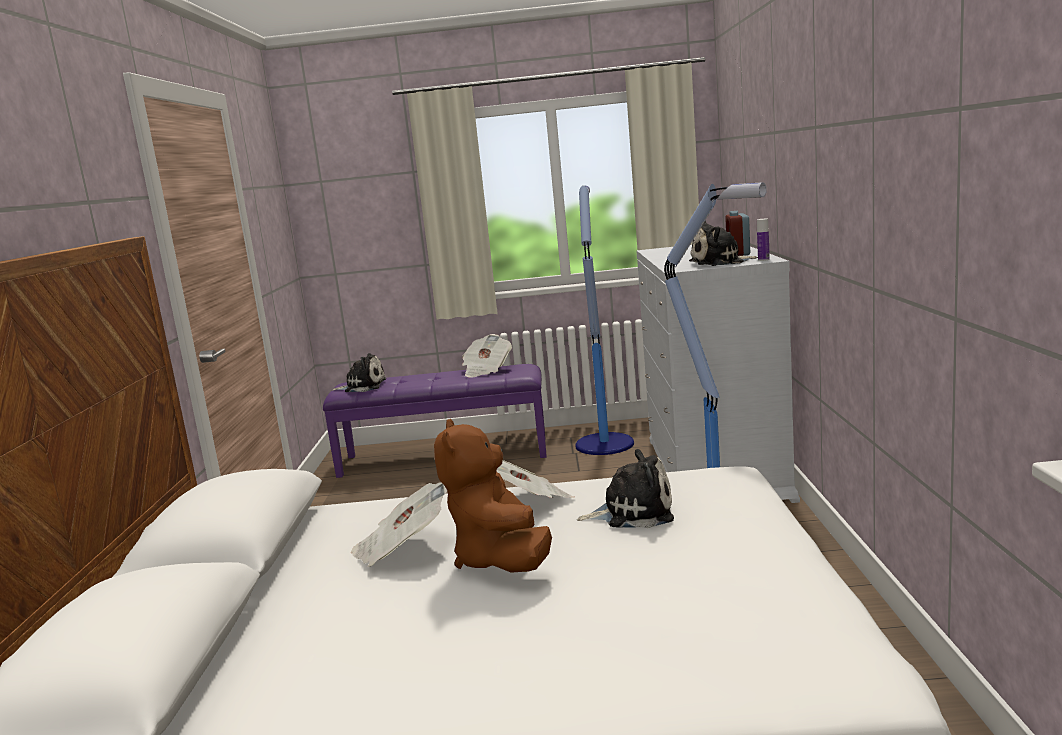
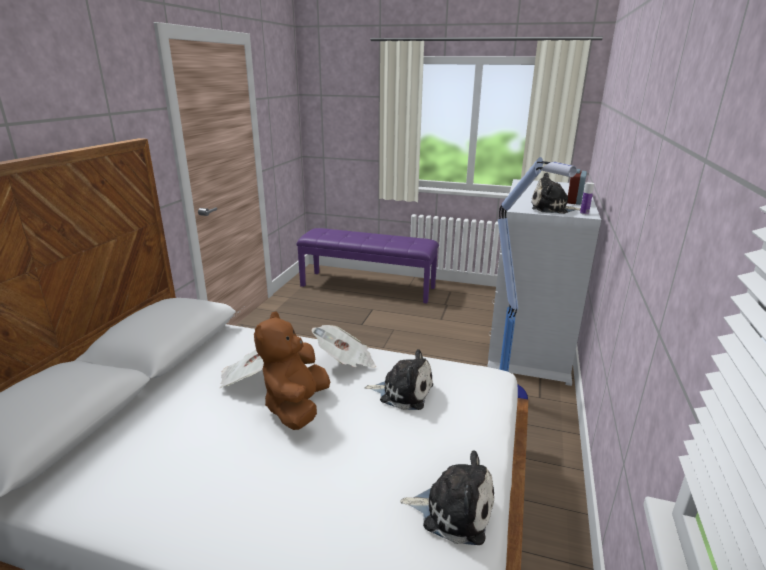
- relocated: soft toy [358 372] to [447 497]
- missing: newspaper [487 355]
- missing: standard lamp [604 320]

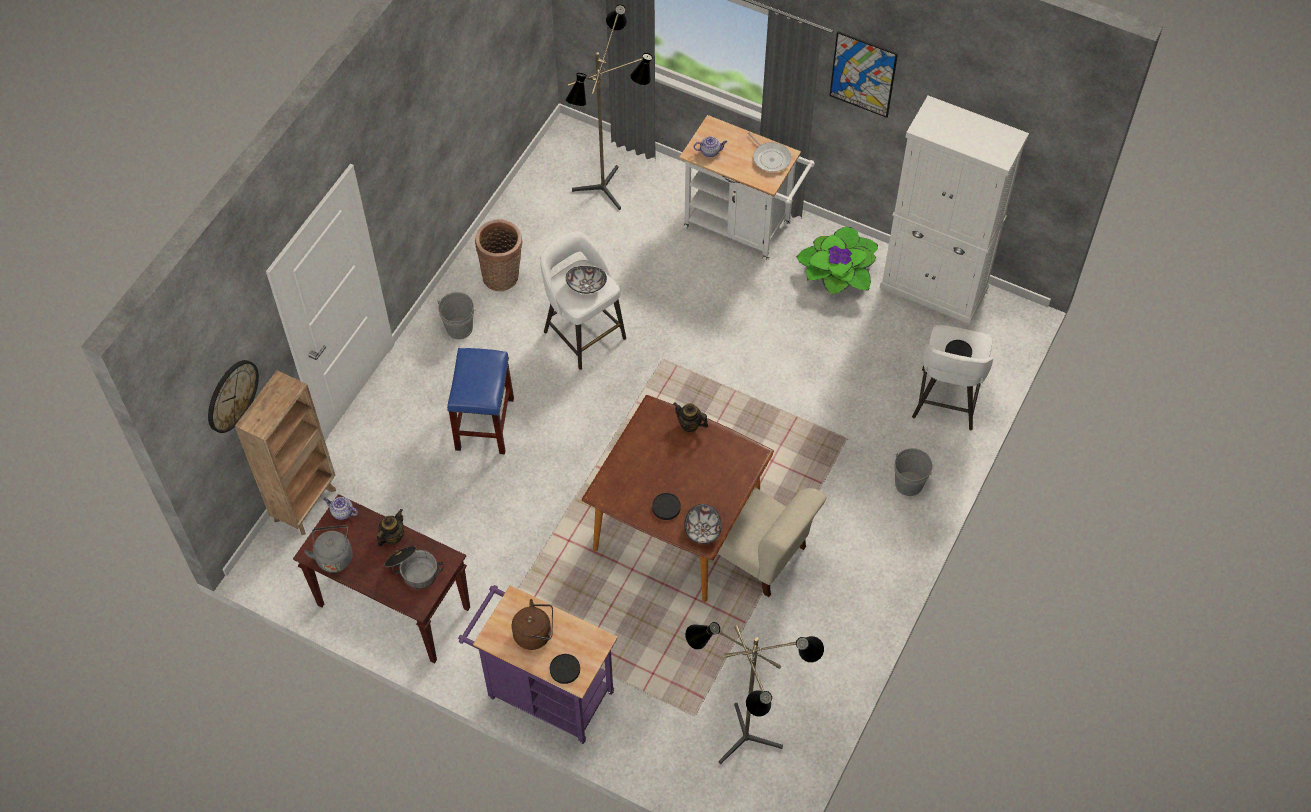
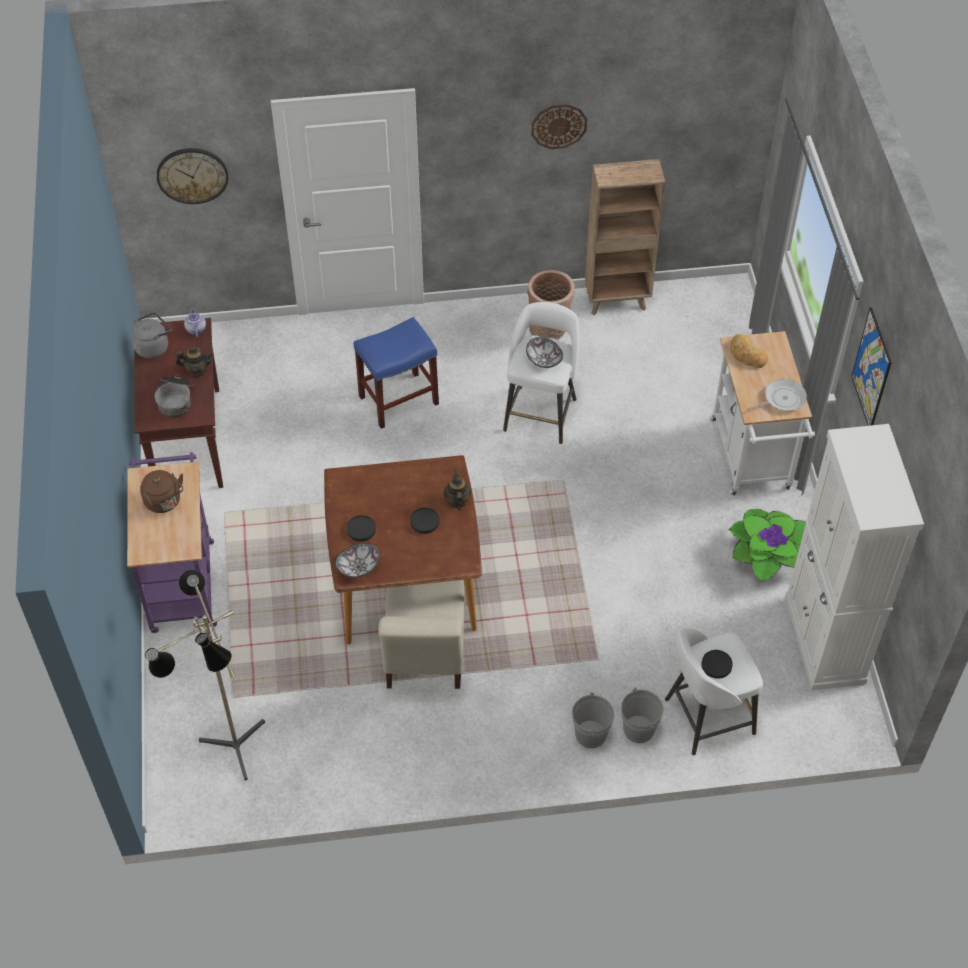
- relocated: black dinner plate [565 669] to [424 521]
- appeared: wall clock [559 126]
- relocated: brown-coloured bookshelf [285 452] to [625 237]
- relocated: greyish water bucket [456 315] to [642 715]
- exchanged: teapot [710 146] to baked bread [749 351]
- spun: pan [769 152] = [777 395] 135 degrees counterclockwise
- missing: standard lamp [609 107]

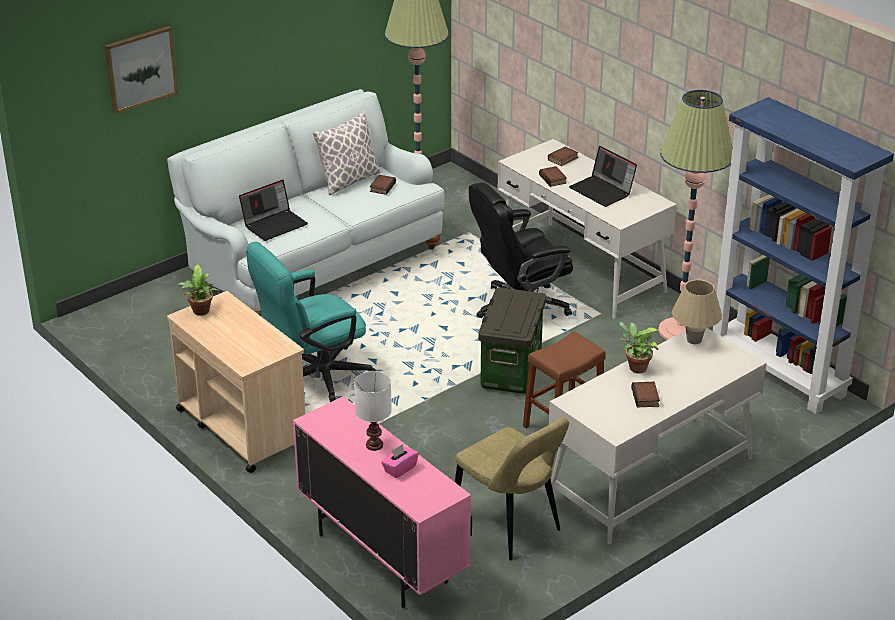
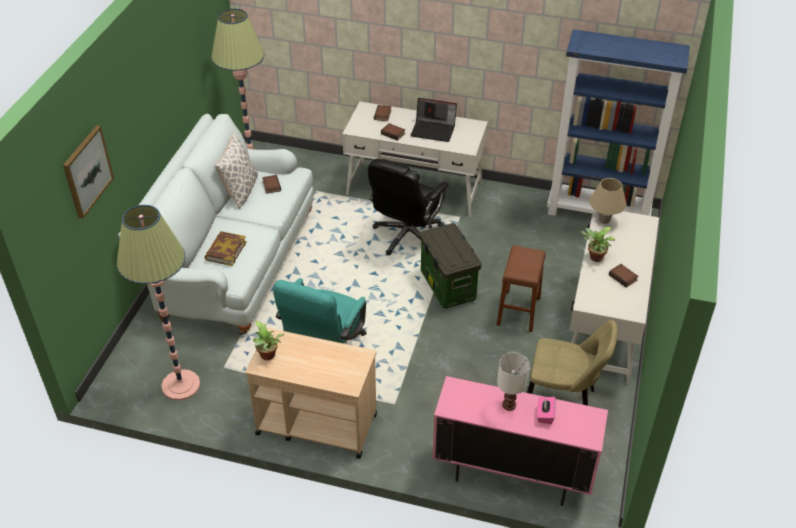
- relocated: standard lamp [695 215] to [158 302]
- exchanged: portable computer [273 210] to volume [225 248]

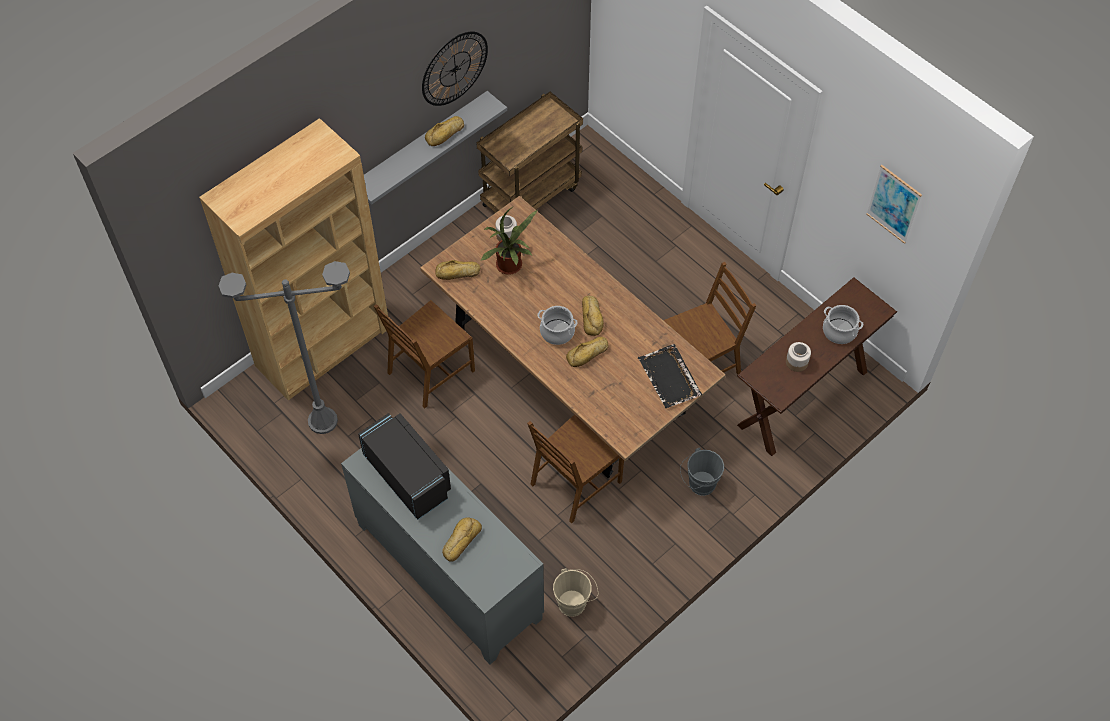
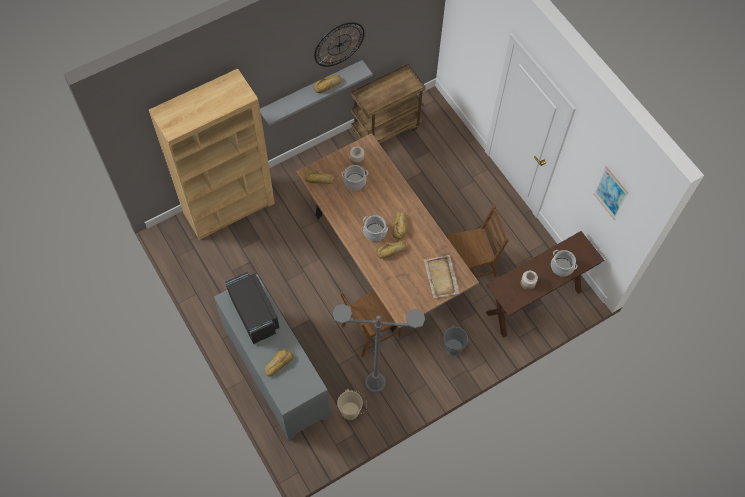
- relocated: greyish standard lamp [284 347] to [379 348]
- exchanged: houseplant [509 240] to cooking pot [354 177]
- colour: black serving tray [670 376] to sand-coloured serving tray [442 276]
- missing: brown-coloured plain chair [424 354]

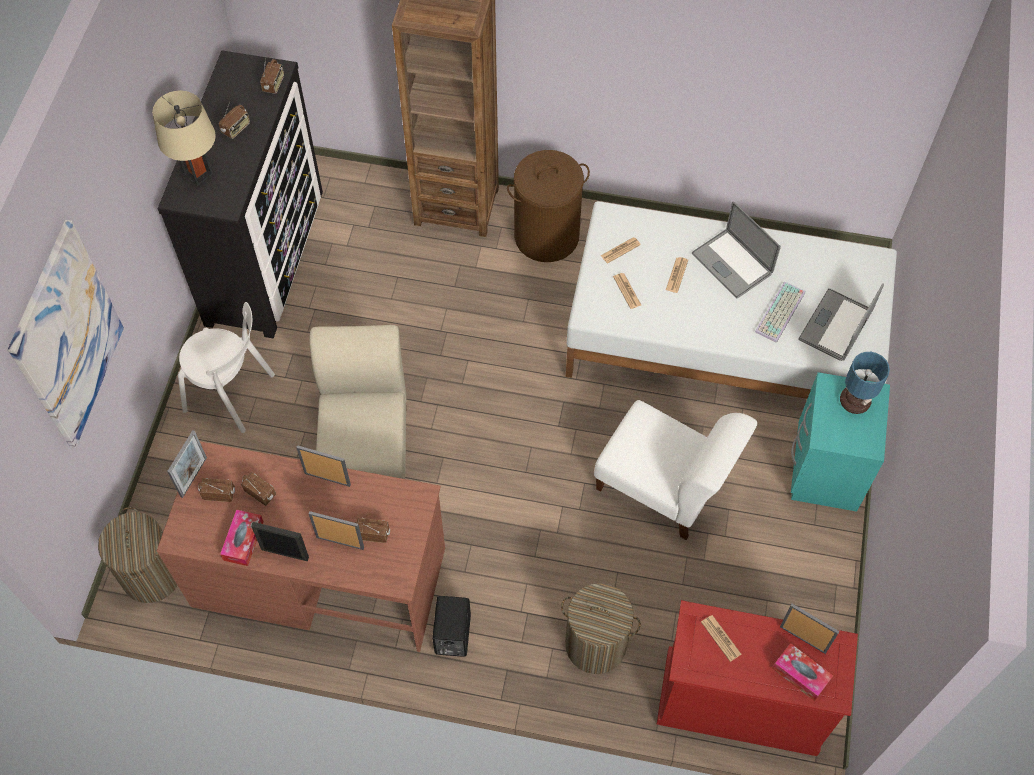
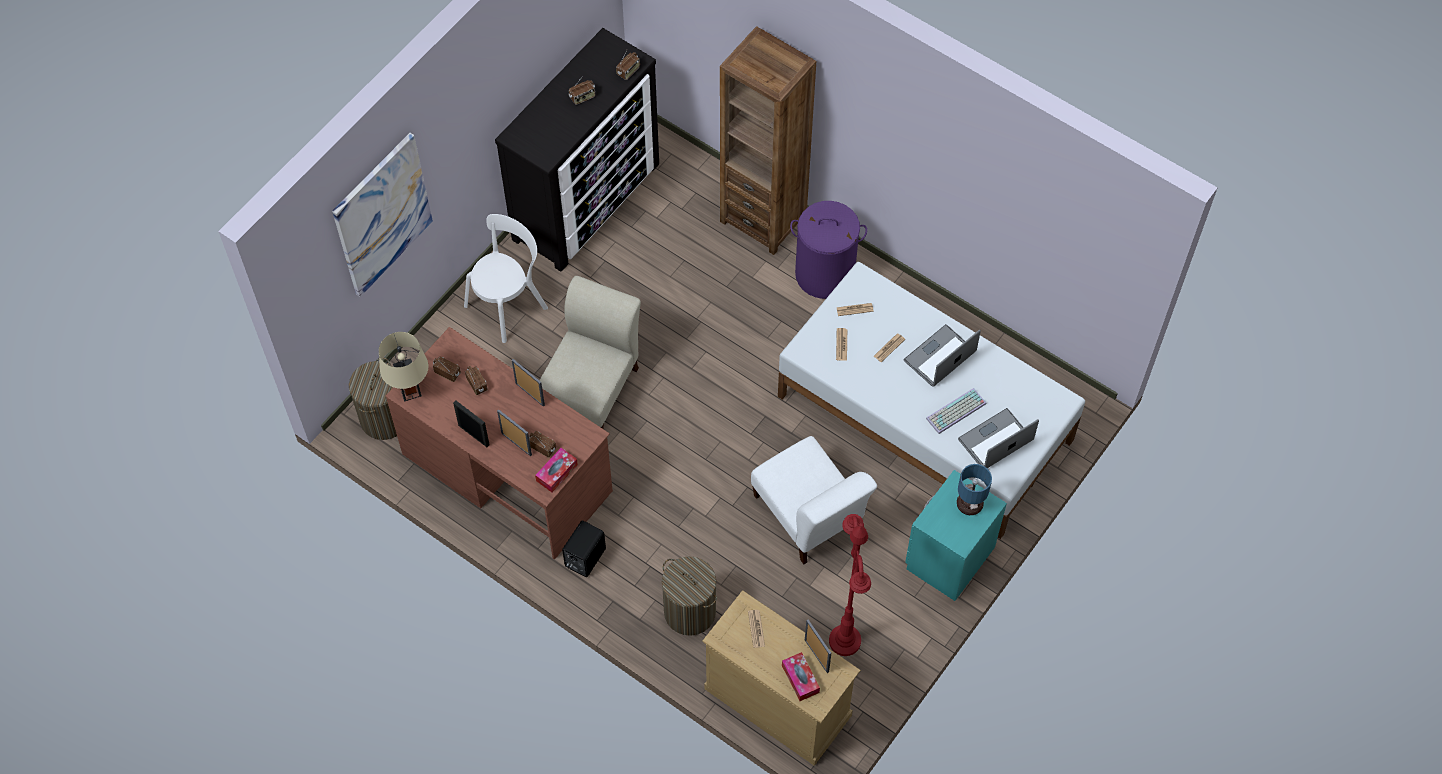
- relocated: sand-coloured tabletop lamp [184 138] to [403 367]
- spun: white plain chair [226 367] = [506 278] 90 degrees counterclockwise
- relocated: tissue box [242 538] to [556 470]
- colour: red chest of drawers [757 678] to sand-coloured chest of drawers [781 678]
- colour: brown-coloured laundry basket [548 206] to purple-coloured laundry basket [828 250]
- appeared: red standard lamp [850 585]
- spun: portable computer [736 249] = [942 355] 60 degrees clockwise
- missing: standing frame [187 464]

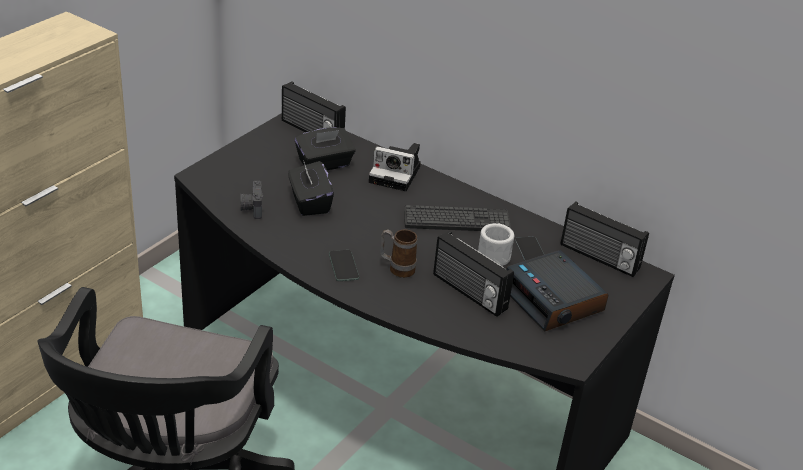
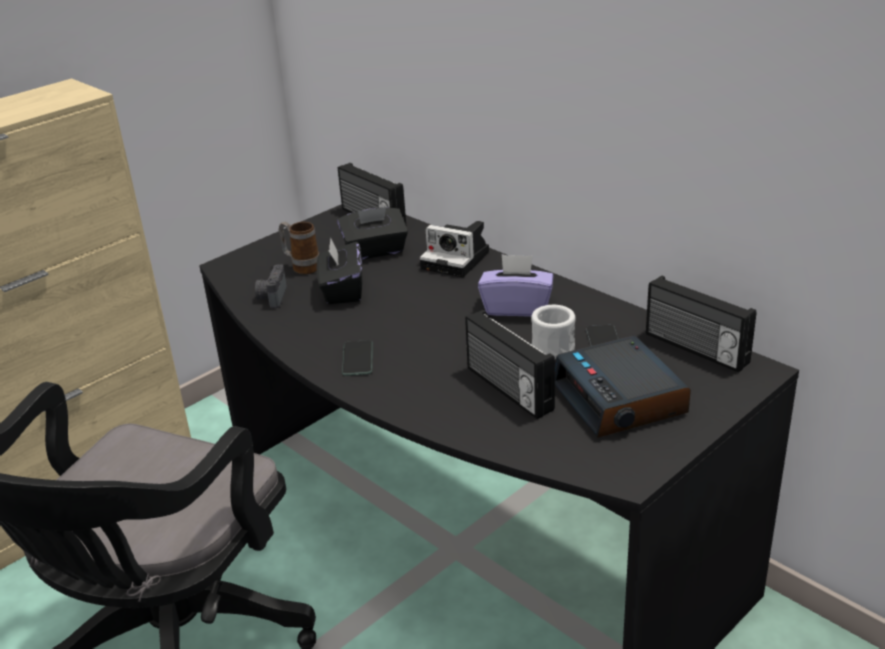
- relocated: mug [399 253] to [299 248]
- exchanged: keyboard [457 218] to purple-coloured tissue box [515 285]

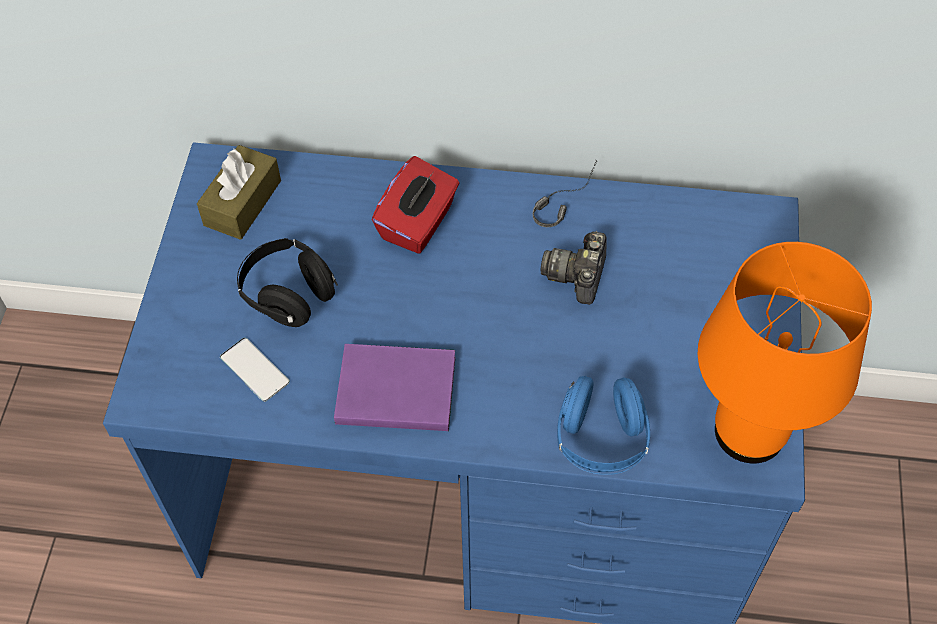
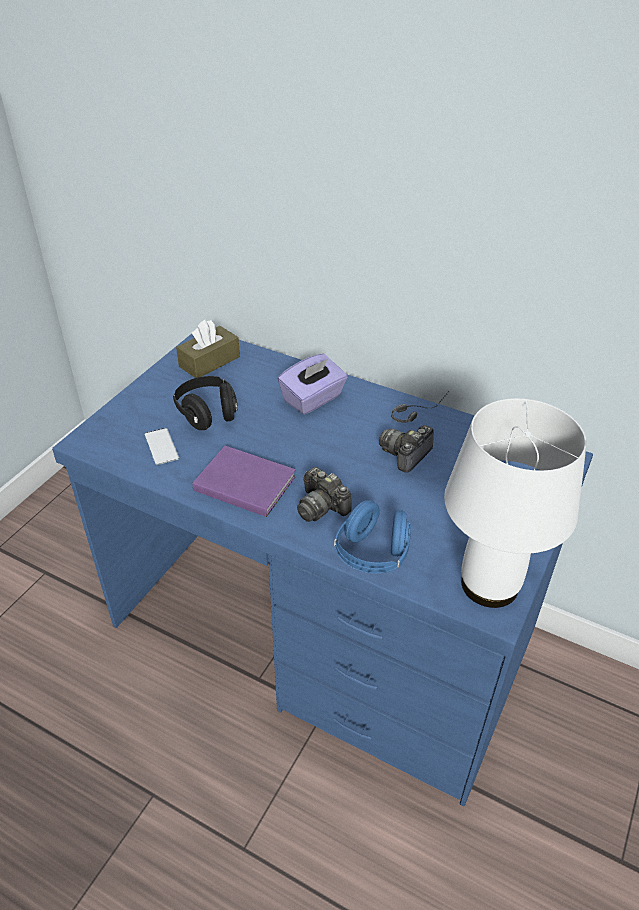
- colour: red tissue box [415 205] to purple-coloured tissue box [313 384]
- appeared: photo camera [324 494]
- colour: orange-coloured tabletop lamp [785 352] to white tabletop lamp [515 503]

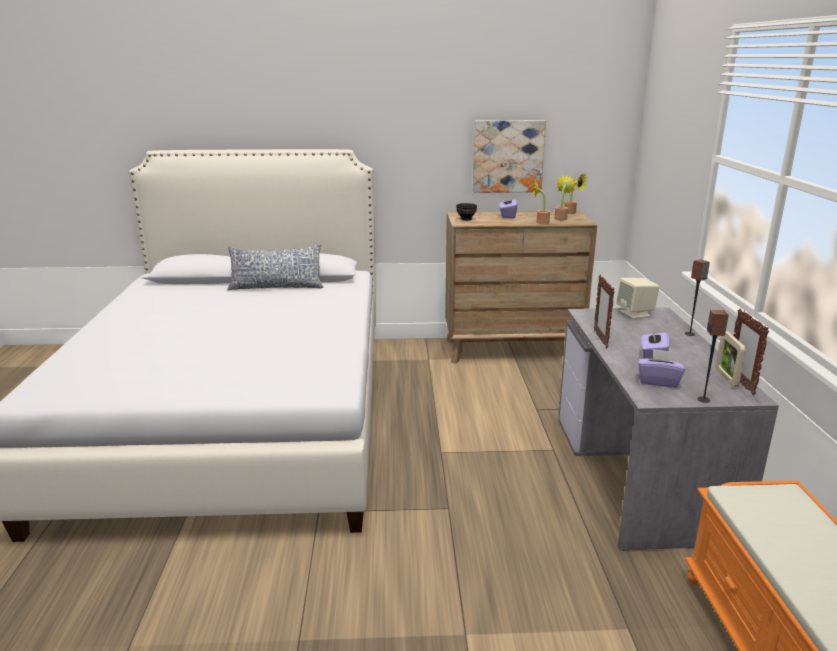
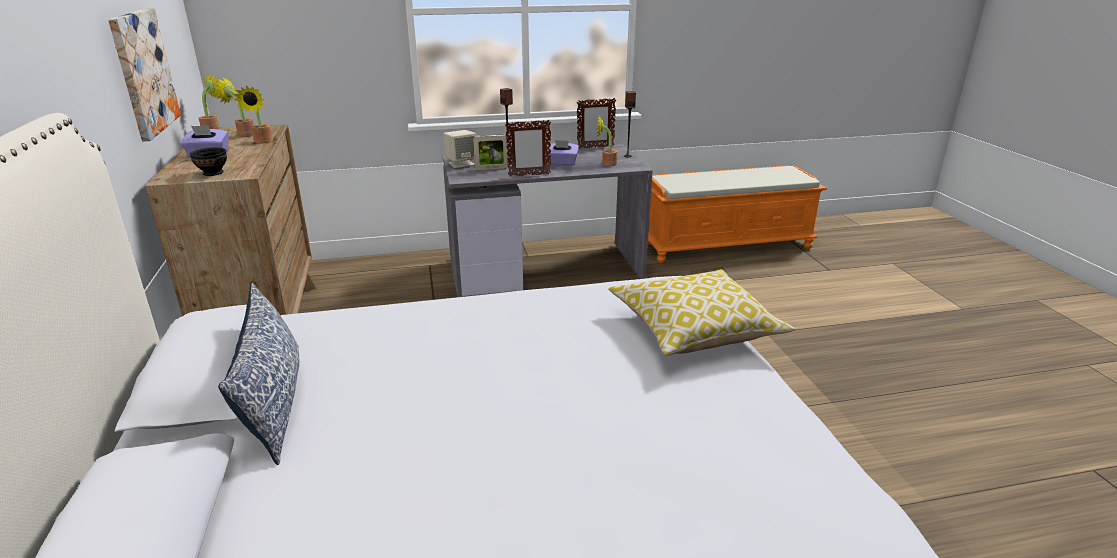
- relocated: standing frame [731 359] to [491 152]
- exchanged: purple-coloured tissue box [661 368] to houseplant [606 141]
- appeared: throw pillow [702 312]

